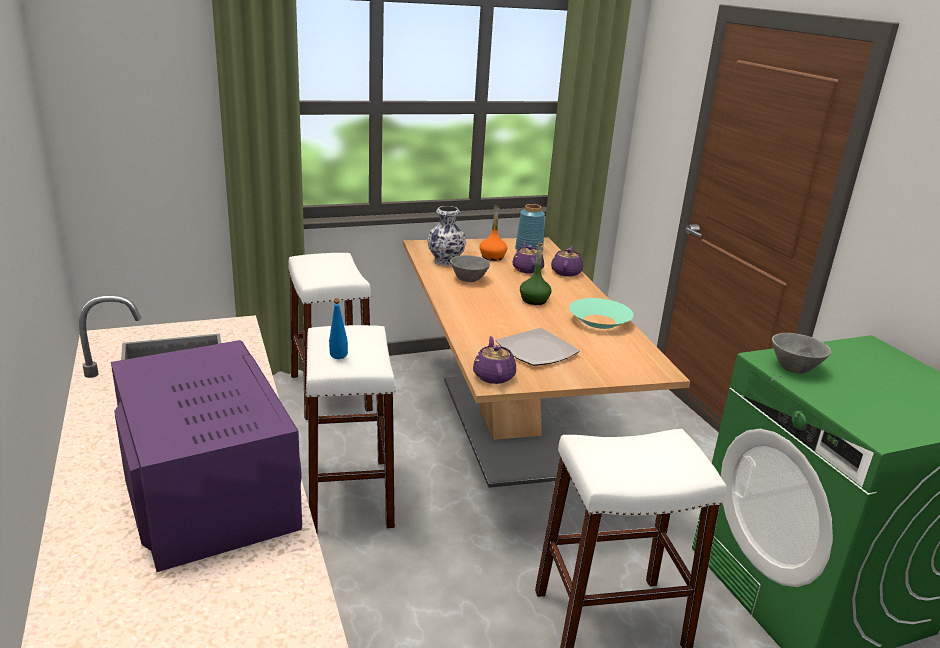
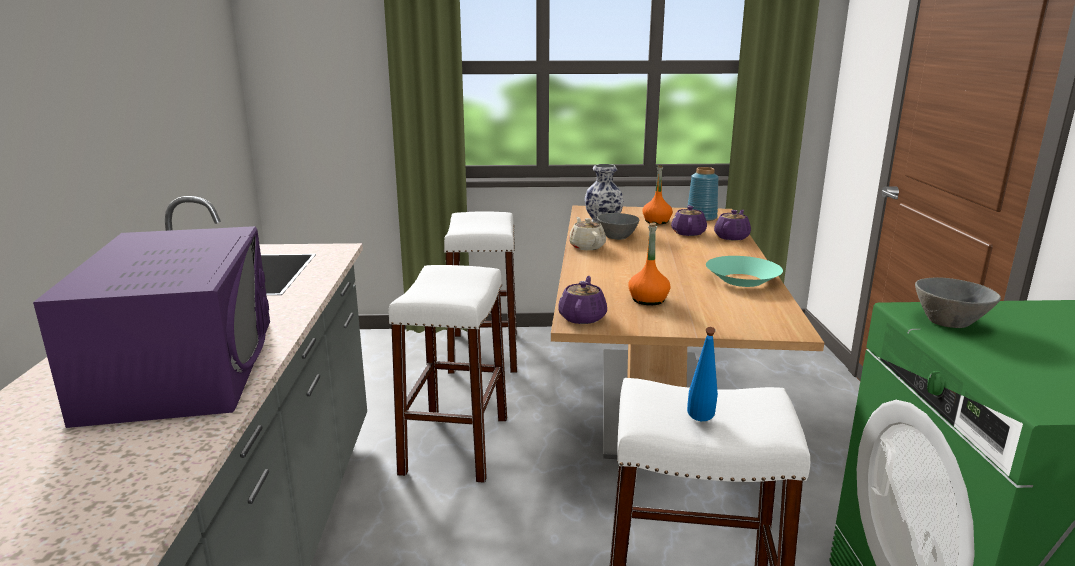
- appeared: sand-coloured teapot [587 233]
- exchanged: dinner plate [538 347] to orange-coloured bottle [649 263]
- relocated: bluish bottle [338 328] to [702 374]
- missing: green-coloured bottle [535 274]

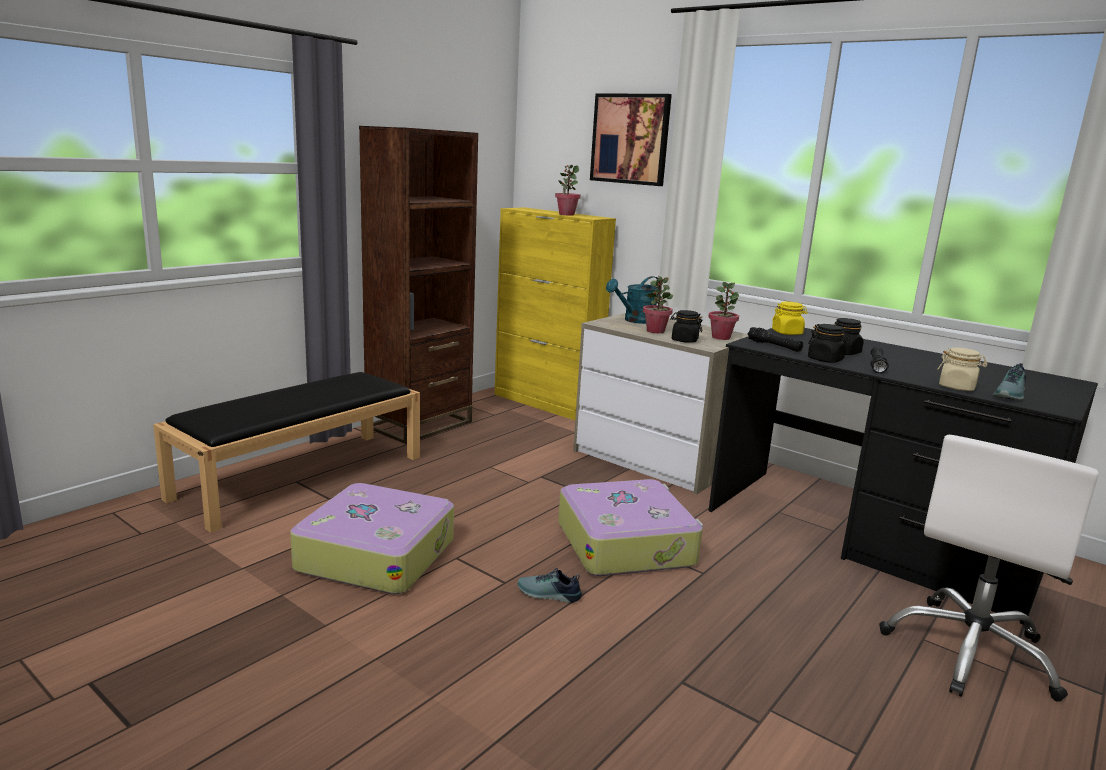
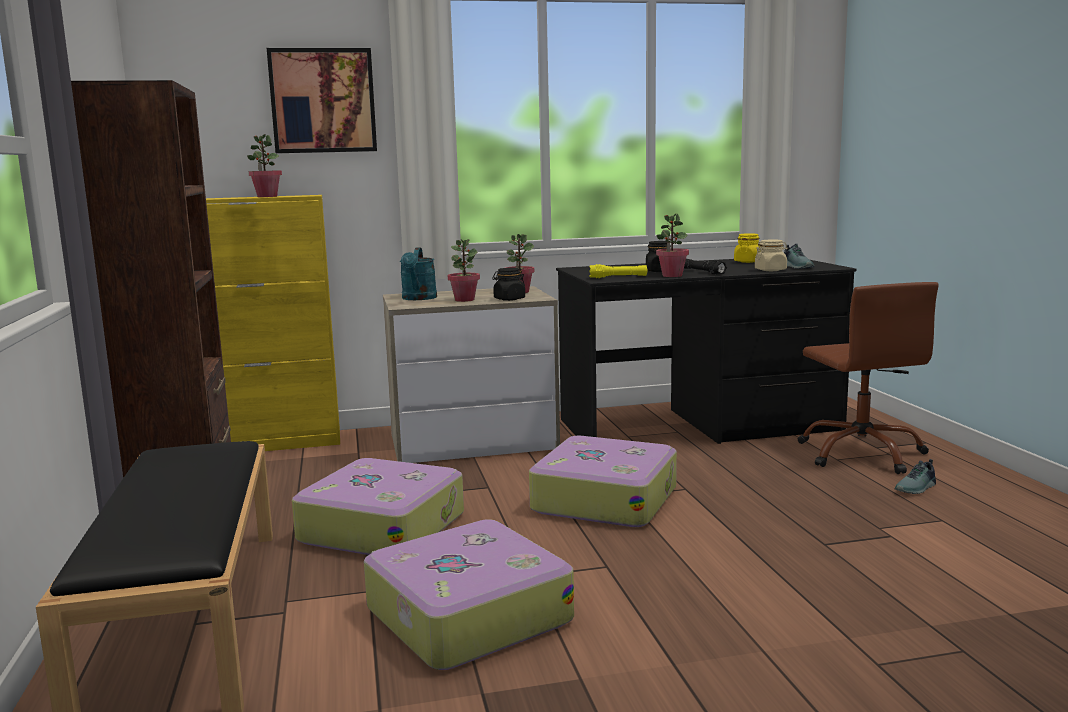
- appeared: piece of luggage [378 506]
- colour: black hand torch [775 339] to yellowish hand torch [618 271]
- exchanged: black preserve jar [829 343] to houseplant [672 245]
- relocated: yellowish preserve jar [790 318] to [747 248]
- colour: white desk chair [989 568] to brown-coloured desk chair [868 378]
- relocated: low shoe [550 585] to [915 476]

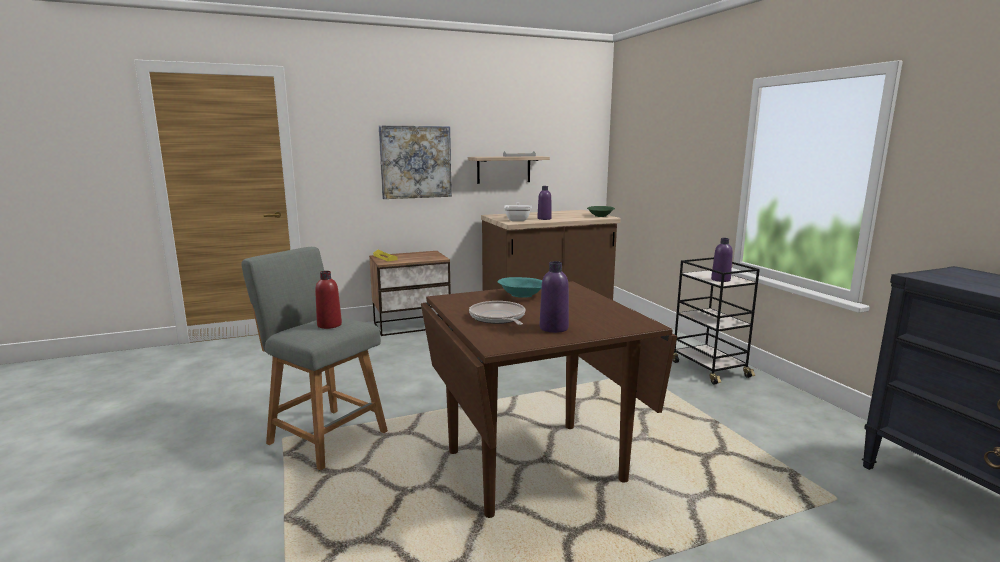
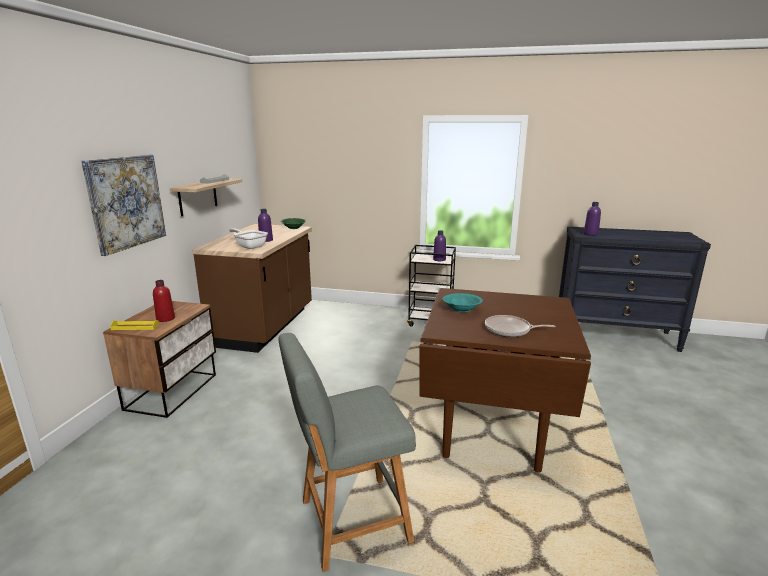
- relocated: red bottle [328 300] to [164 301]
- relocated: purple-coloured bottle [554 297] to [592 219]

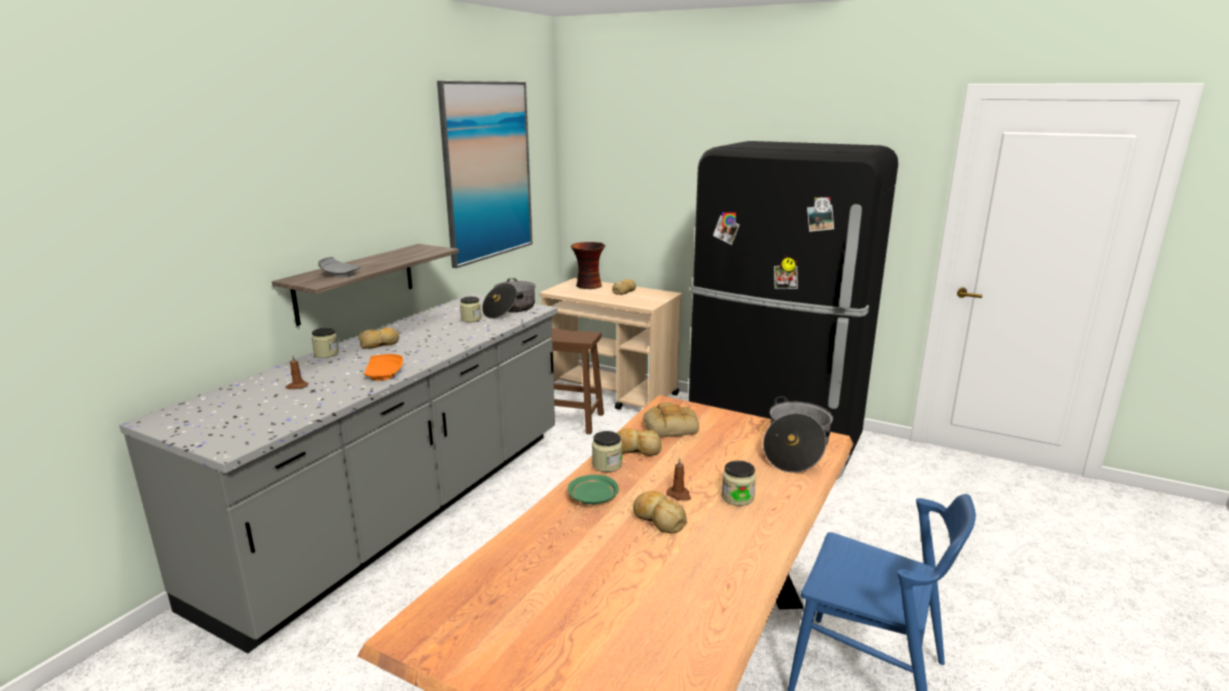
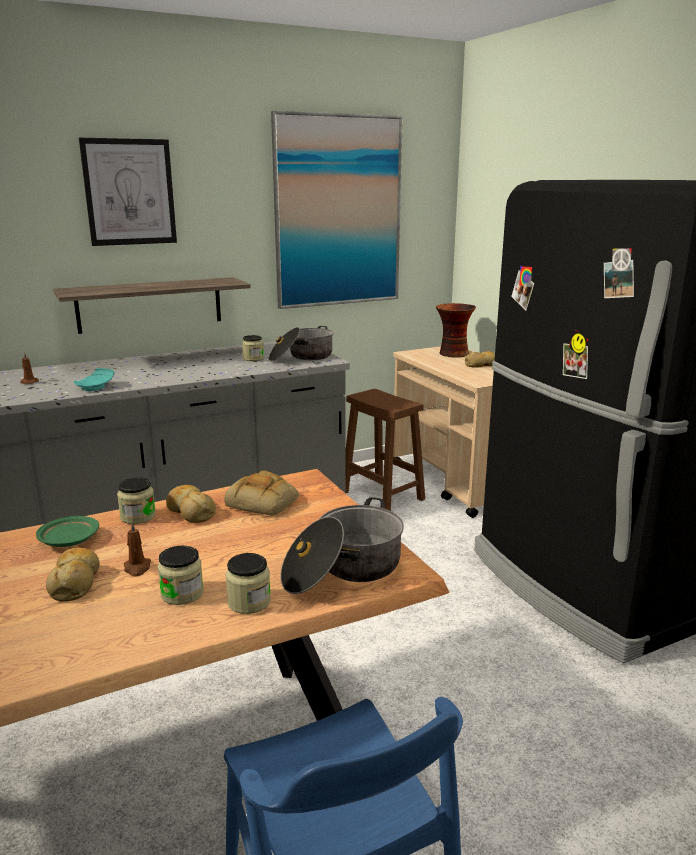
- colour: orange-coloured dinner plate [383 367] to blue-green dinner plate [93 379]
- appeared: wall picture [128 192]
- relocated: preserve jar [325 343] to [248 583]
- missing: greyish dinner plate [339 267]
- missing: baked bread [379 338]

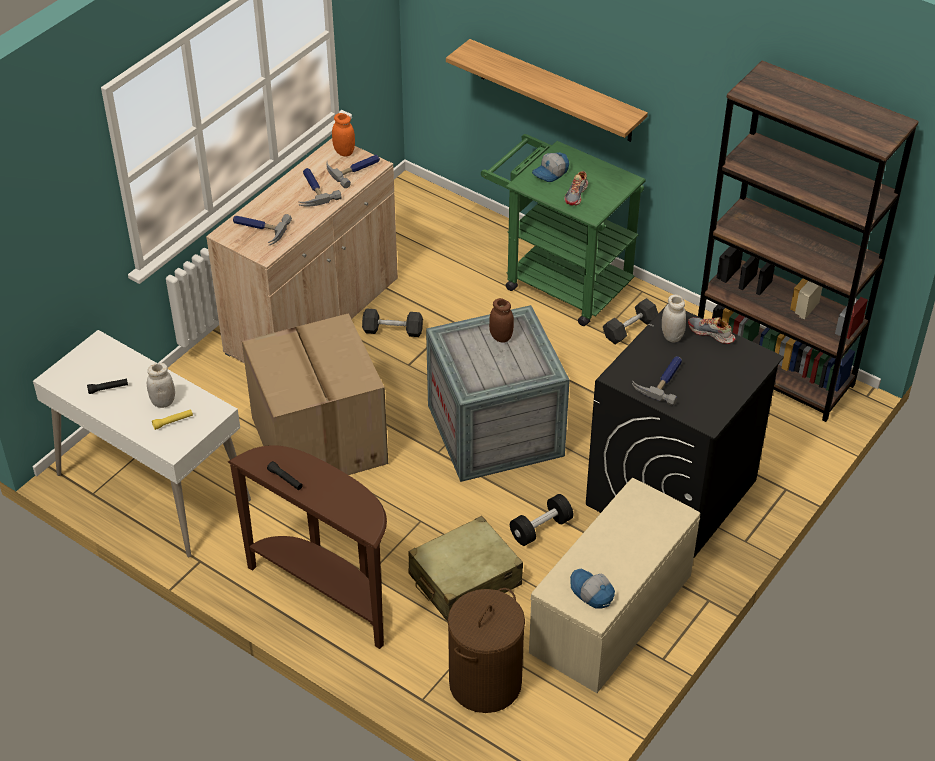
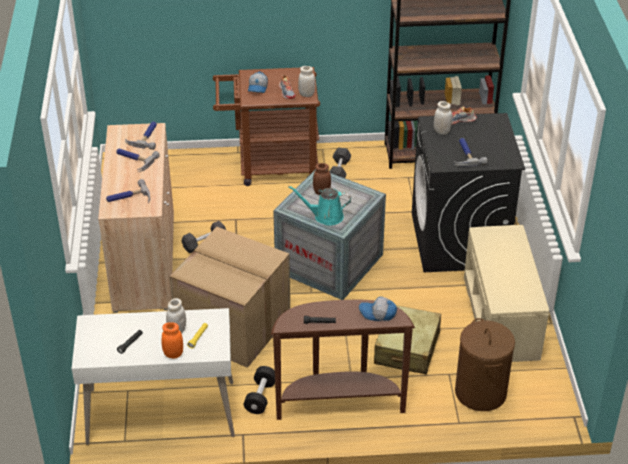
- relocated: orange-coloured preserve jar [343 134] to [172 340]
- colour: green-coloured cart [563 230] to brown-coloured cart [266 126]
- relocated: black free weight [541 520] to [259 390]
- appeared: blue-green sprinkling can [319 206]
- appeared: white preserve jar [306 81]
- relocated: cap [592 589] to [378 308]
- missing: wall shelf [547 90]

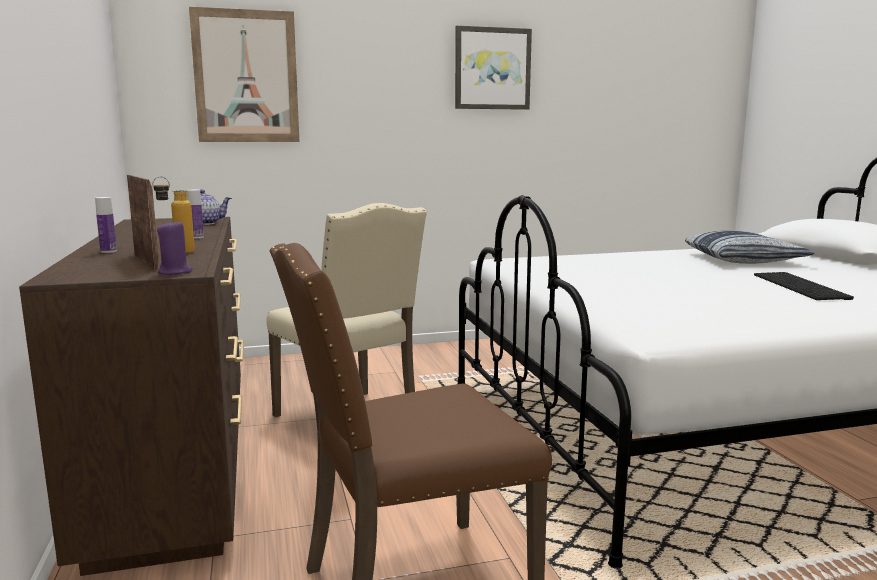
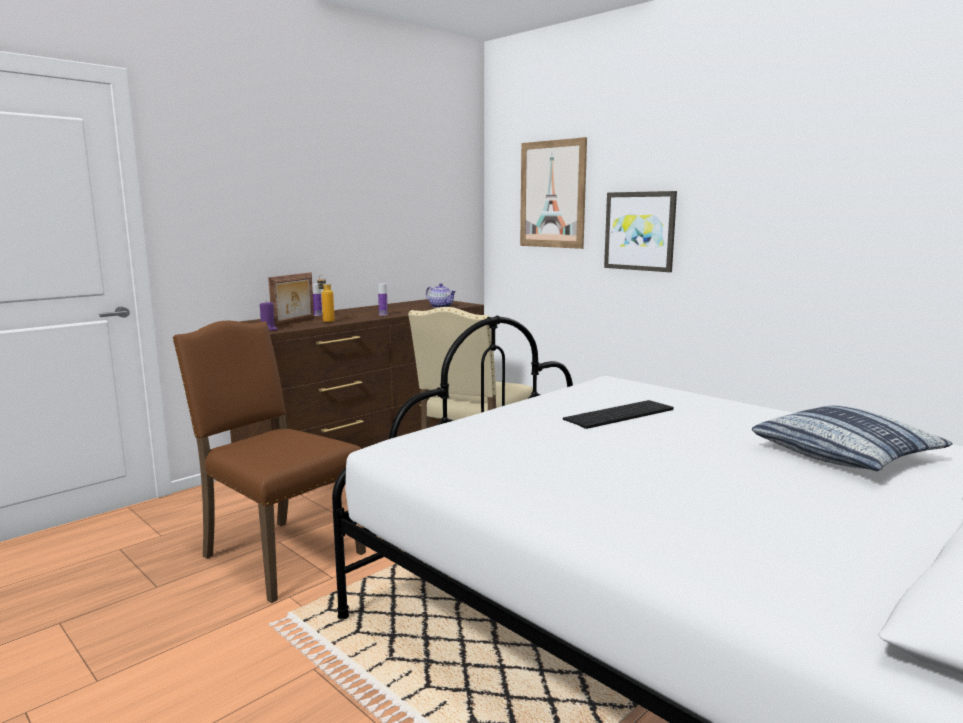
- relocated: keyboard [804 286] to [618 414]
- relocated: wall picture [493 68] to [640 231]

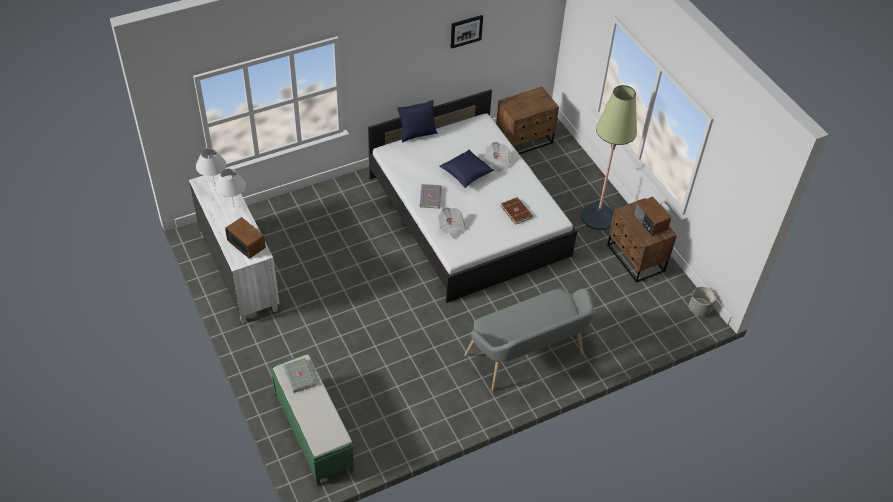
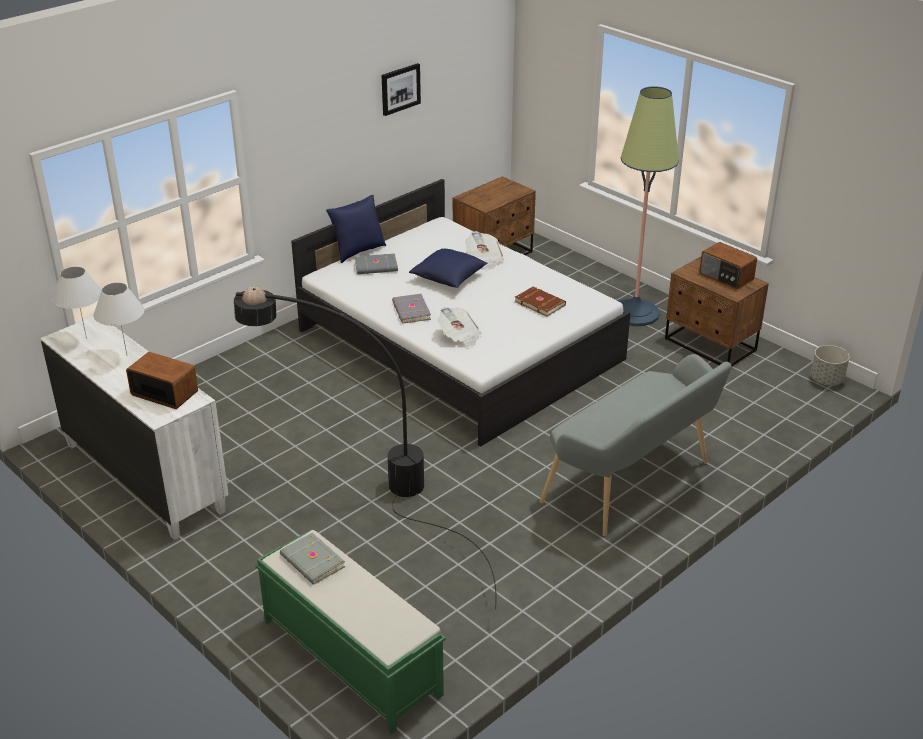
- appeared: black standard lamp [365 448]
- appeared: greyish volume [376 264]

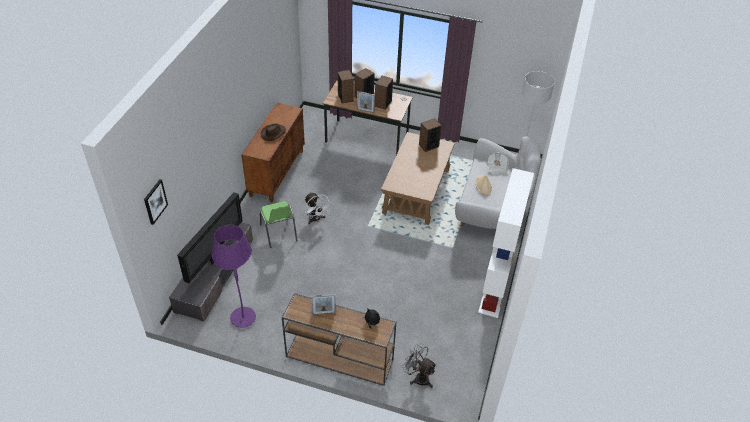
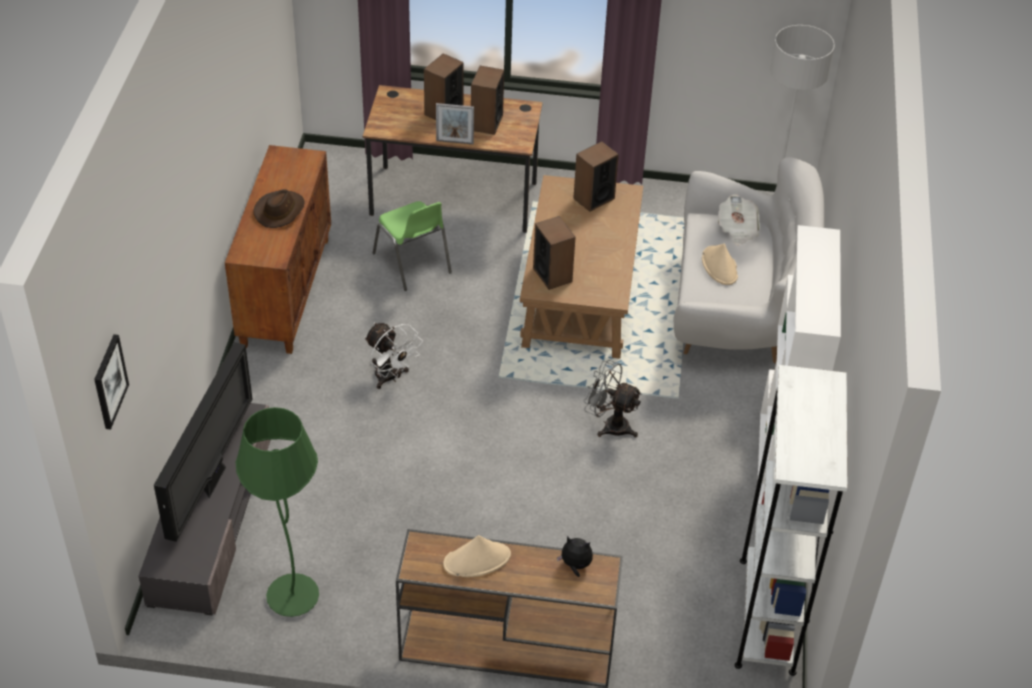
- colour: purple-coloured standard lamp [234 276] to green-coloured standard lamp [277 512]
- relocated: green-coloured plain chair [279 224] to [412 246]
- exchanged: standing frame [323 304] to sand-coloured clothing hat [477 556]
- relocated: loudspeaker [346 86] to [554 253]
- relocated: greyish cooling fan [419 365] to [613 399]
- appeared: white bookshelf [791 520]

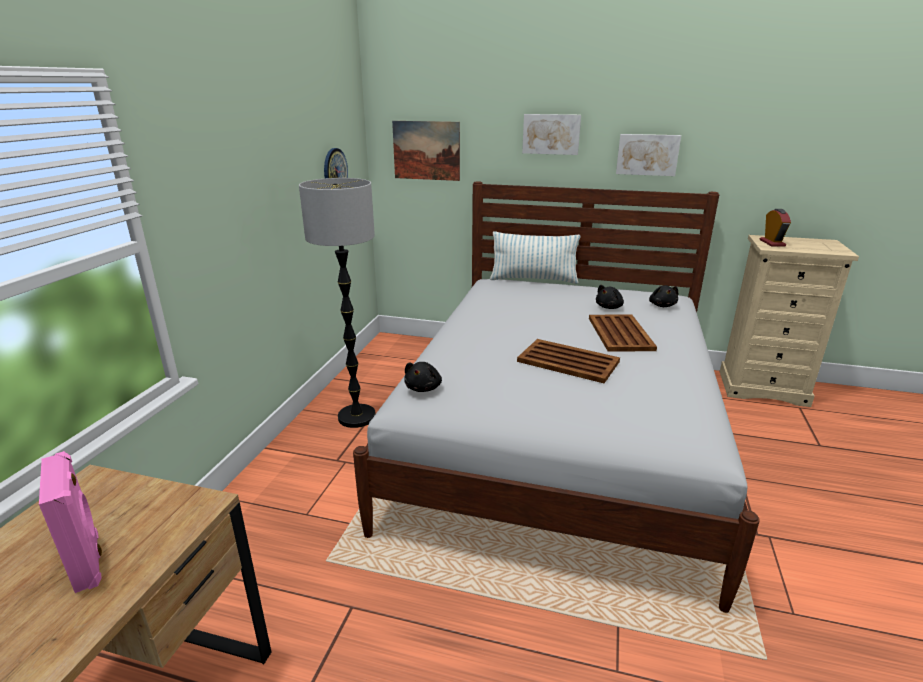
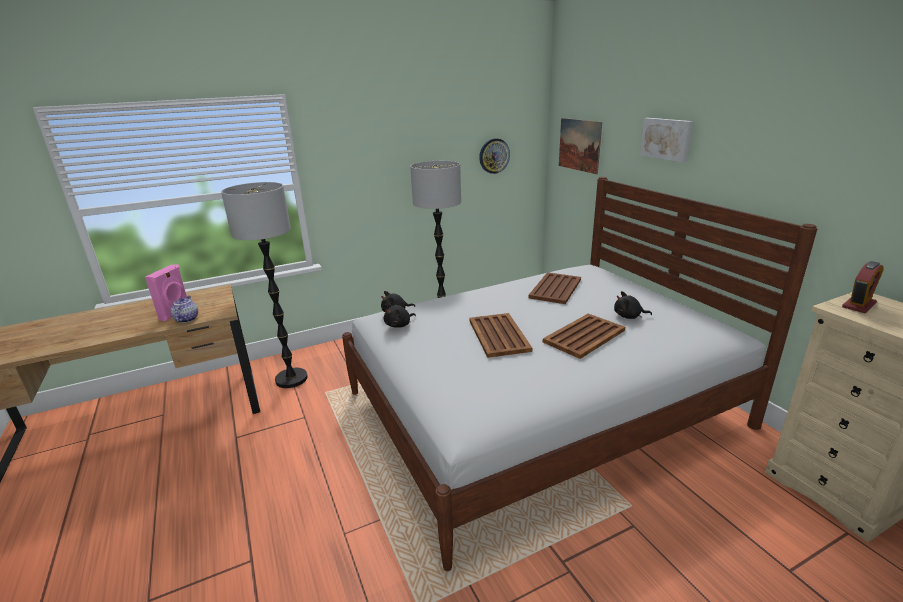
- appeared: teapot [184 309]
- appeared: standard lamp [264 285]
- relocated: black soft toy [664 296] to [400 316]
- appeared: brown-coloured serving tray [554 288]
- missing: throw pillow [535 257]
- missing: wall picture [648 155]

